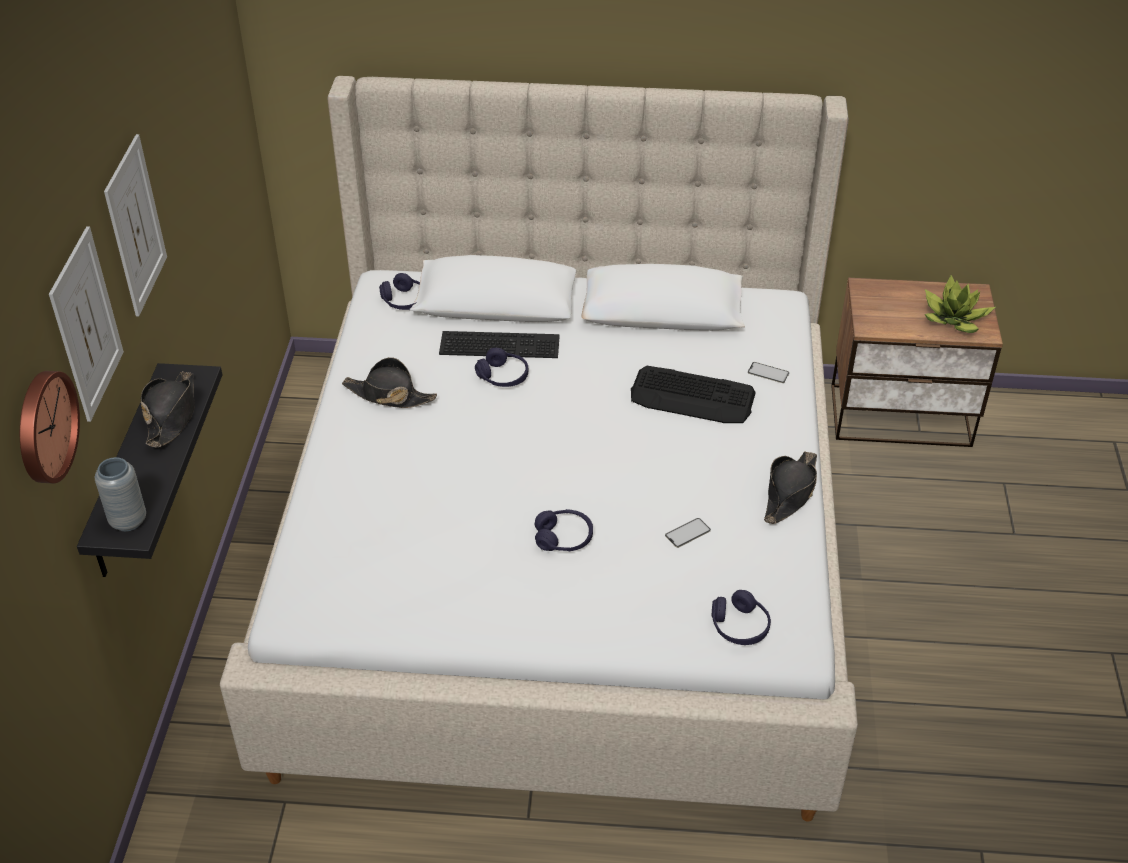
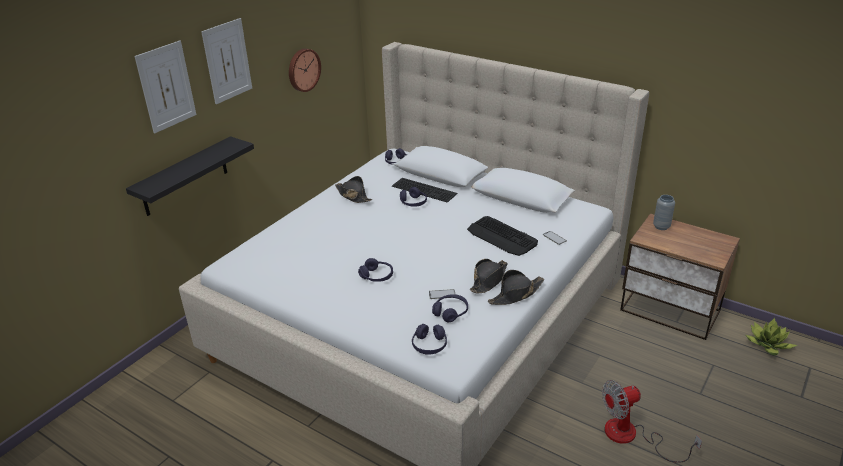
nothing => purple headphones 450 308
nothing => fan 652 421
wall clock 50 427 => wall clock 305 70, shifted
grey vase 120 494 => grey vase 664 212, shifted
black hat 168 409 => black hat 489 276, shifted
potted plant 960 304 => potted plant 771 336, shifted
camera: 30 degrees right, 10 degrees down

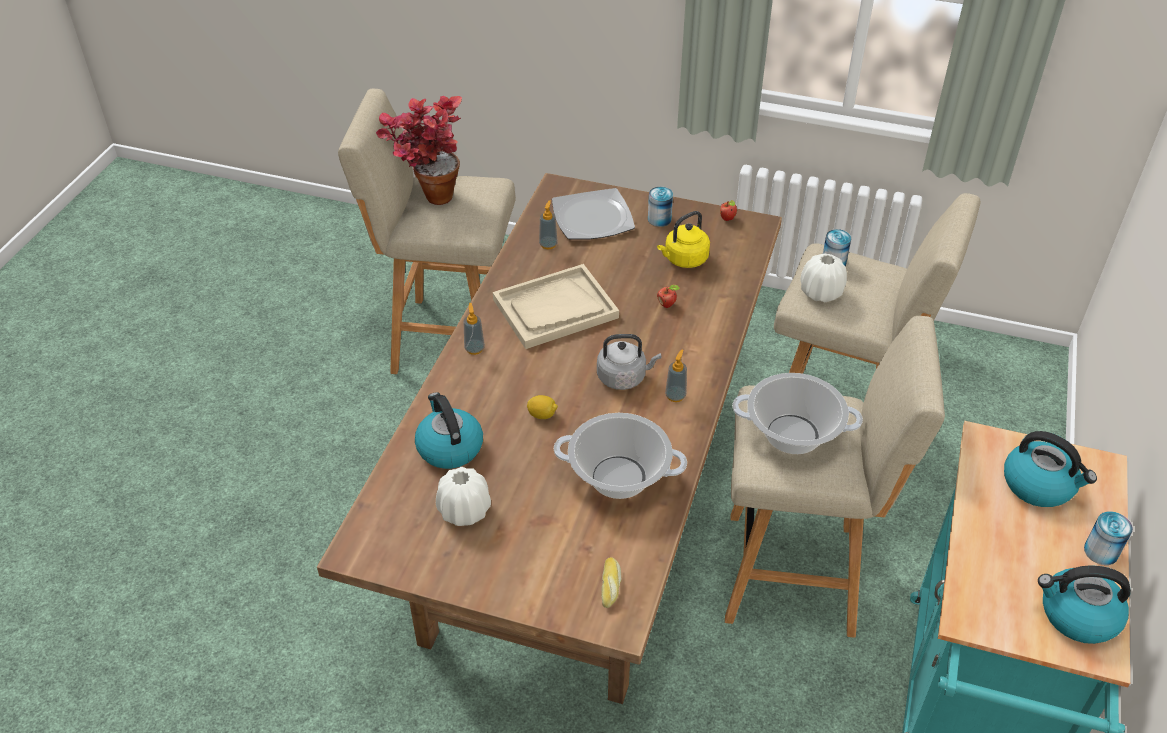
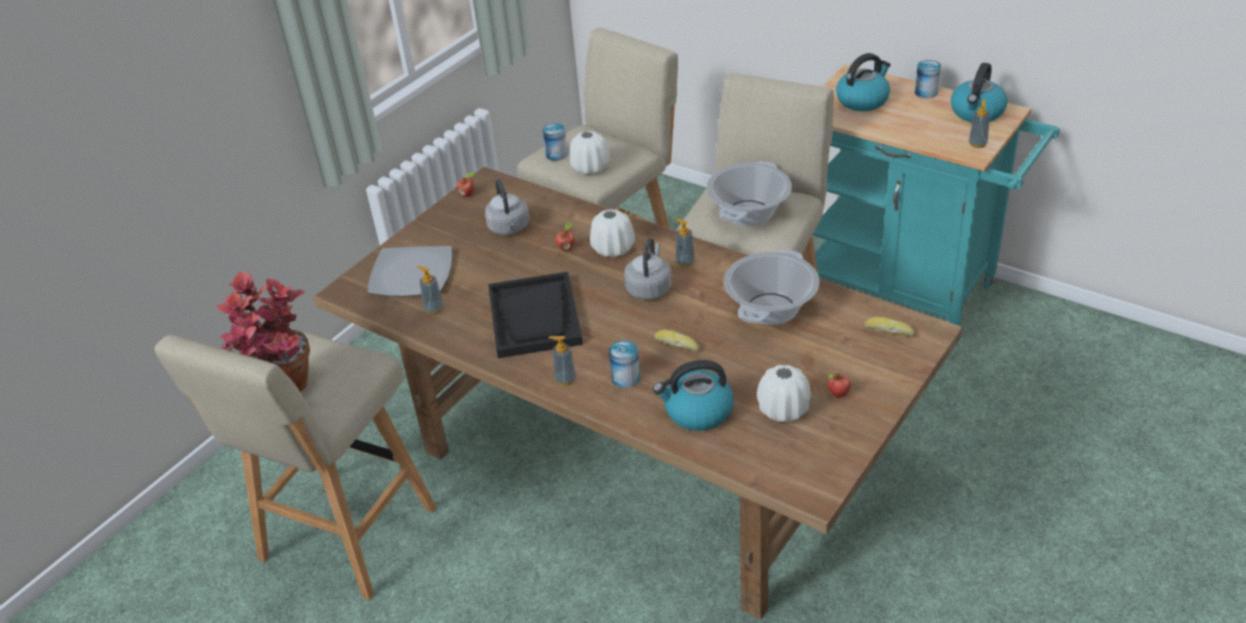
nothing => white vase 612 233
nothing => apple 839 385
nothing => soap dispenser 979 124
can 660 207 => can 624 364, shifted
lemon 542 407 => bread 677 341
beige tray 556 306 => black tray 535 315
yellow kettle 683 239 => grey kettle 507 207
camera: 70 degrees left, 5 degrees down

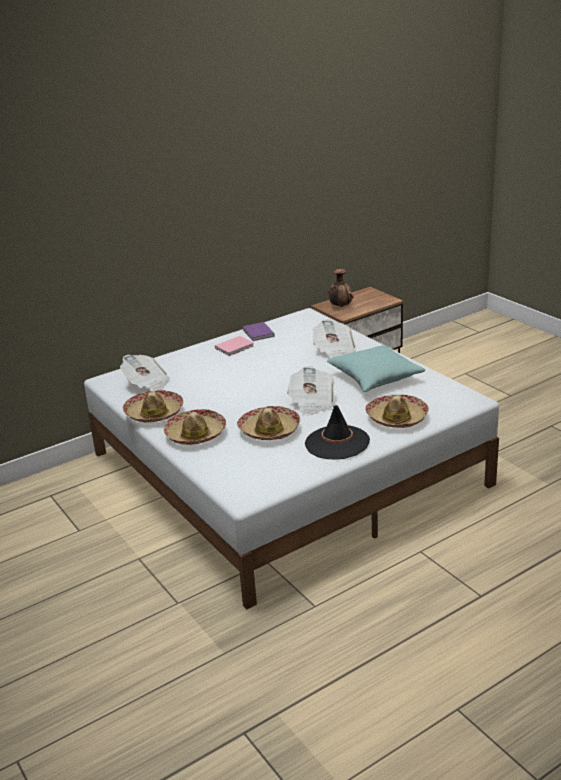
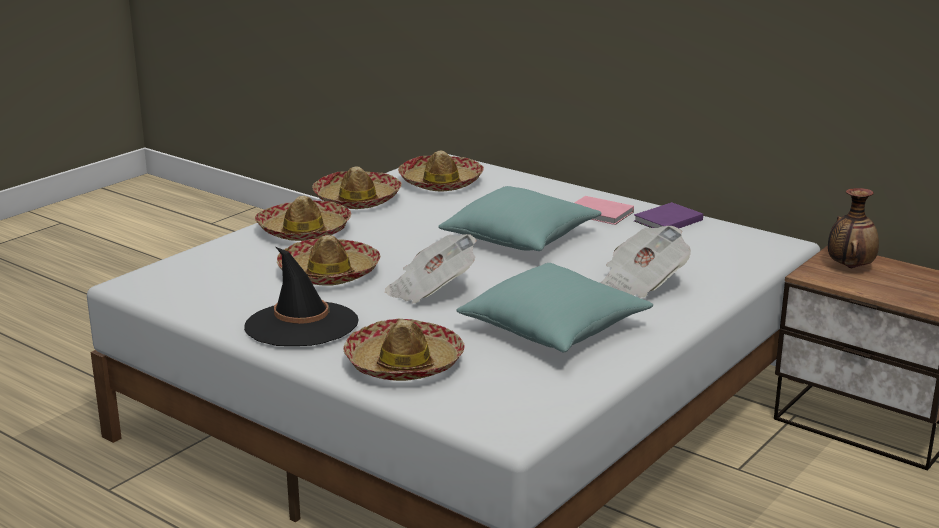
nothing => turquoise pillow 520 218
newspaper 145 373 => hat 441 171
camera: 70 degrees right, 5 degrees down

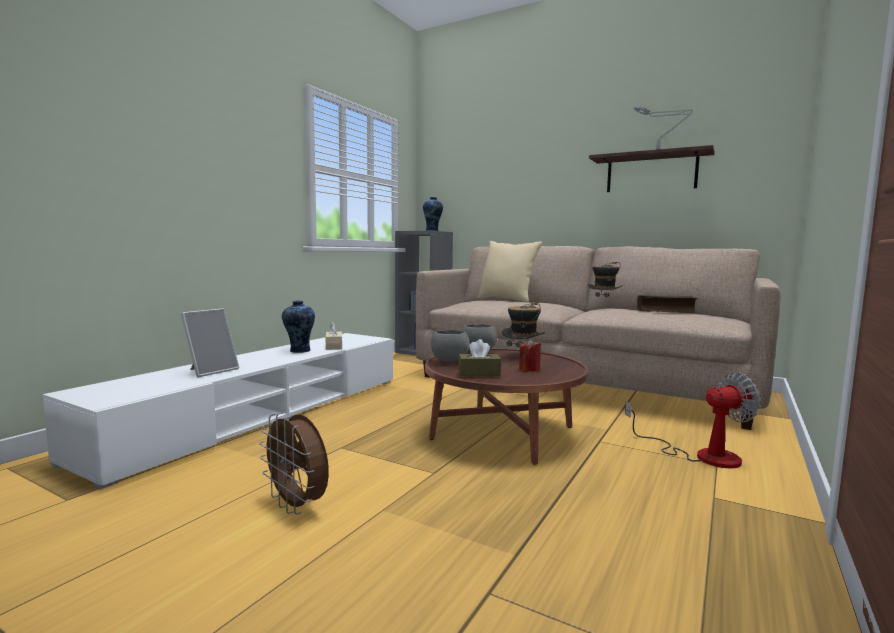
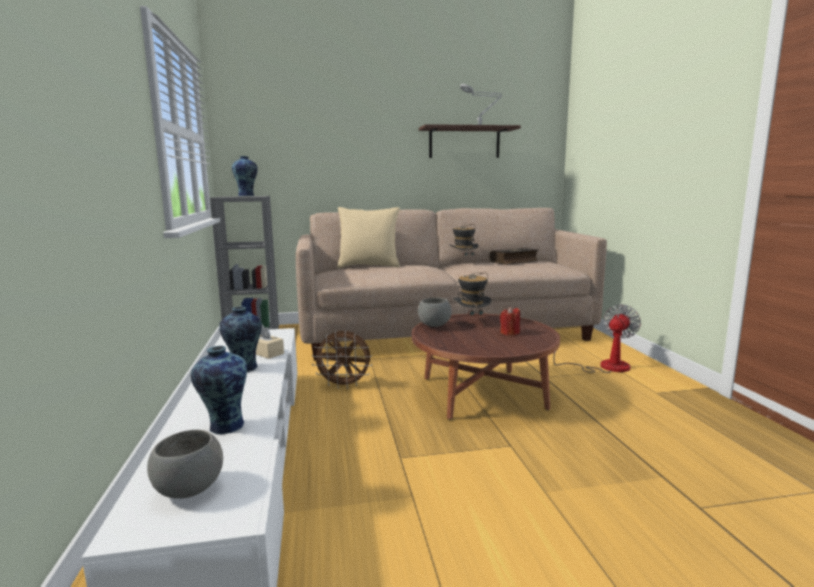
brown tissue box 479 357 => nothing
brown fan 294 463 => brown fan 342 360, shifted
grey bowl 450 346 => grey bowl 185 464, shifted
picture frame 210 342 => vase 219 390
camera: 40 degrees left, 5 degrees up

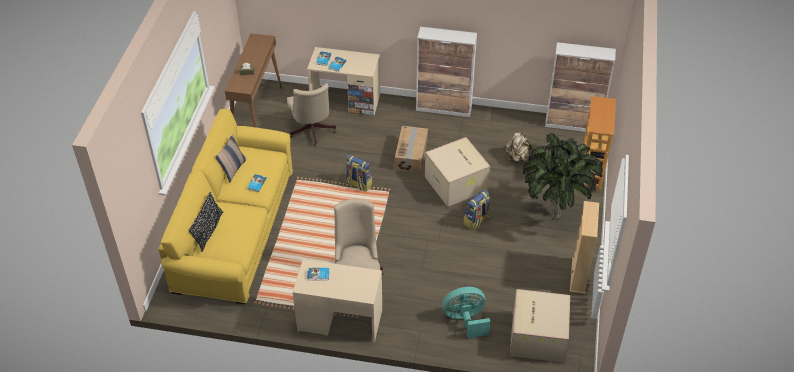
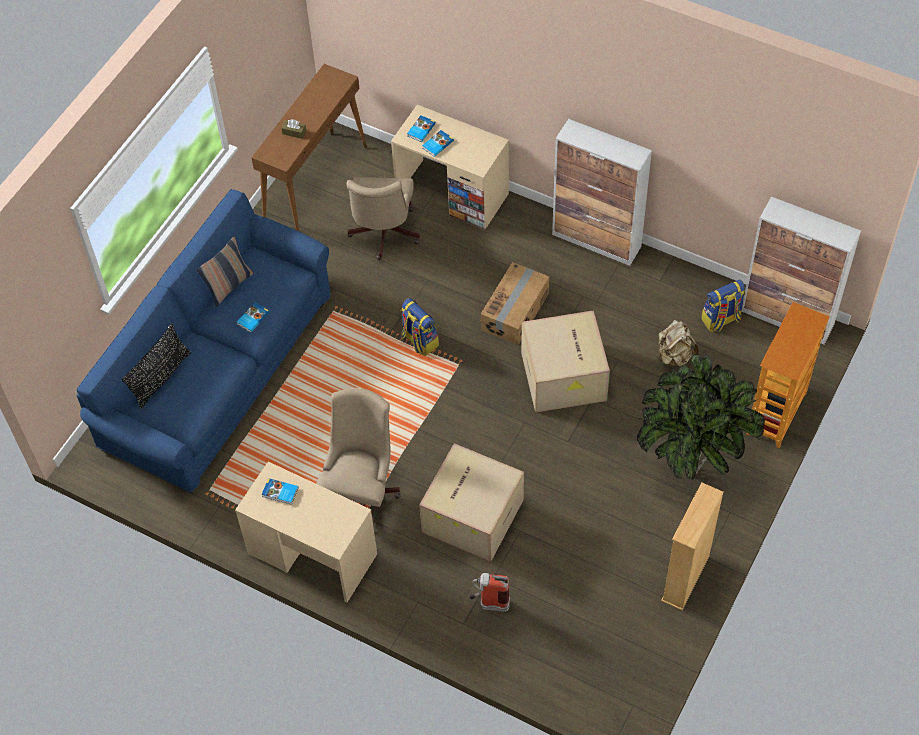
backpack 476 210 => backpack 723 305, shifted
cardboard box 540 326 => cardboard box 471 502, shifted
turquoise fan 466 312 => fire extinguisher 489 592
yellow sofa 225 206 => blue sofa 203 341
camera: 20 degrees right, 10 degrees up

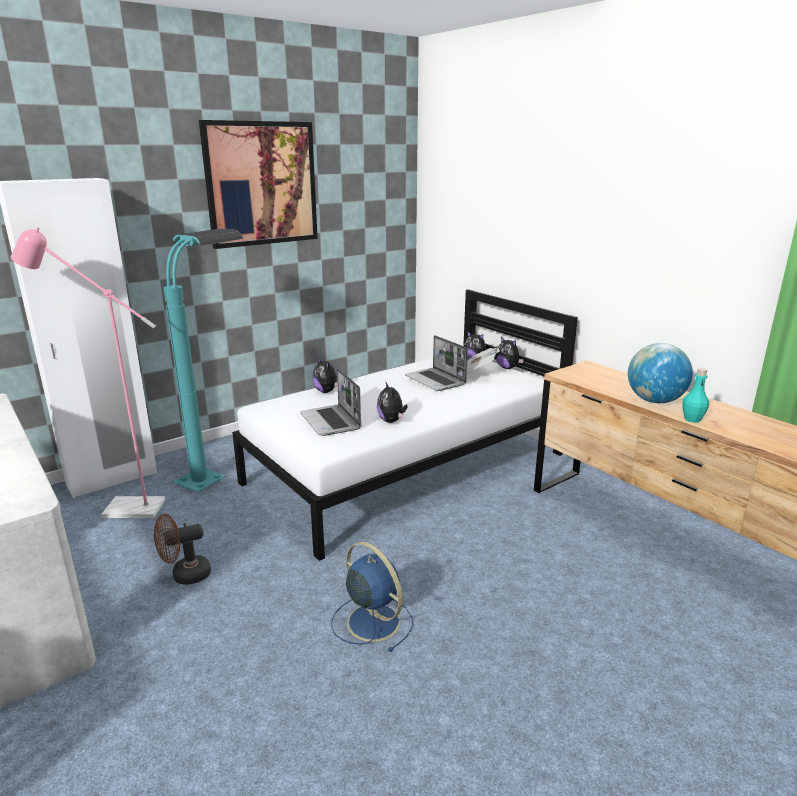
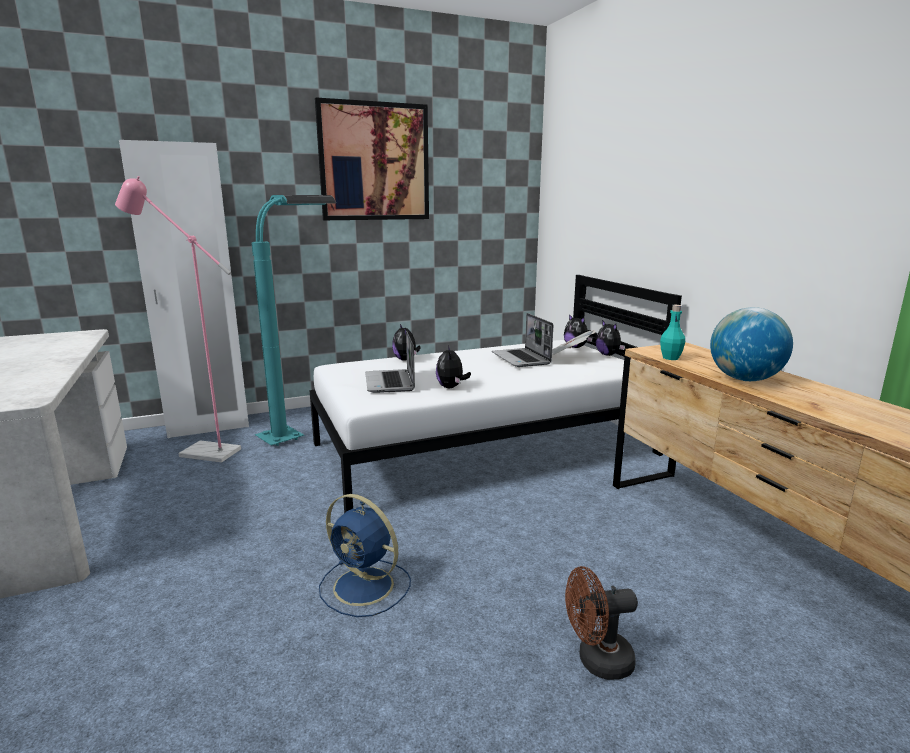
brown fan 182 549 => brown fan 601 623, shifted
turquoise bottle 695 395 => turquoise bottle 672 332, shifted
blue fan 372 597 => blue fan 365 555, 150 degrees clockwise
camera: 15 degrees right, 5 degrees down

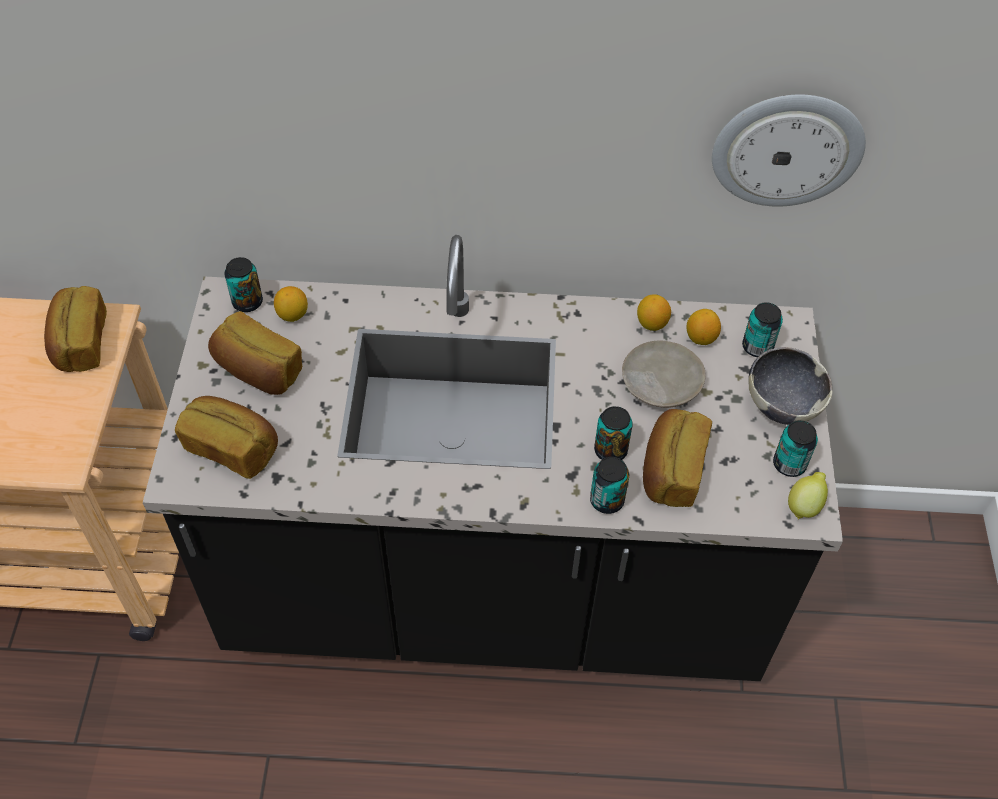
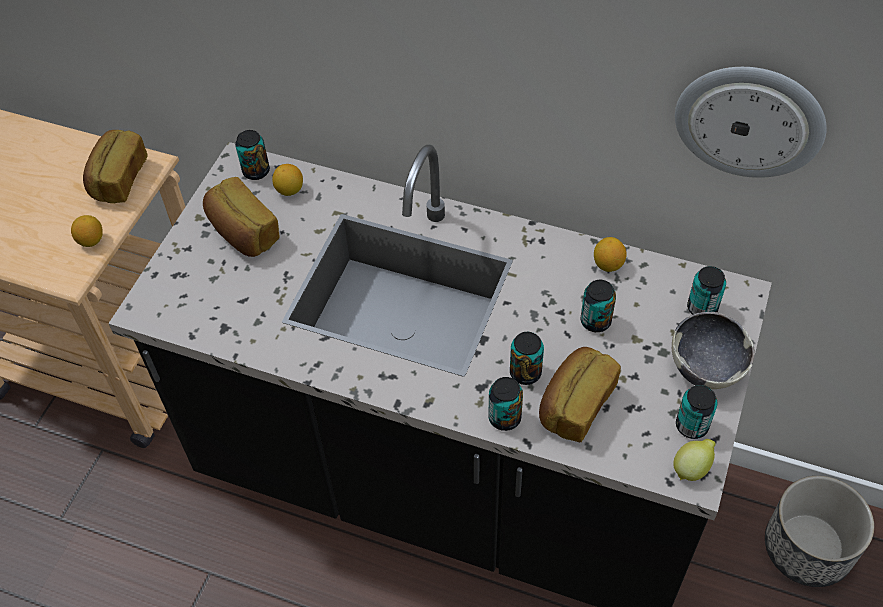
bread 226 437 => nothing
nothing => planter 819 531
lemon 703 327 => lemon 87 231, shifted
beige plate 664 374 => can 598 306
camera: 20 degrees right, 0 degrees up

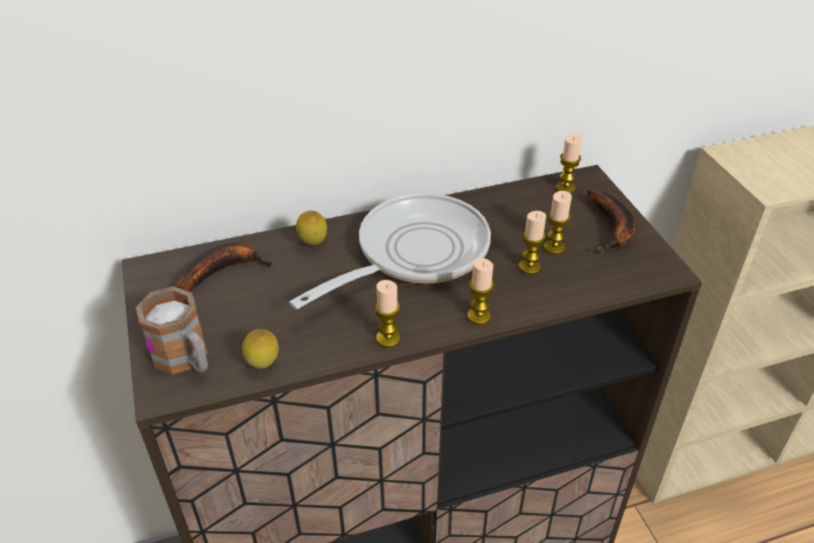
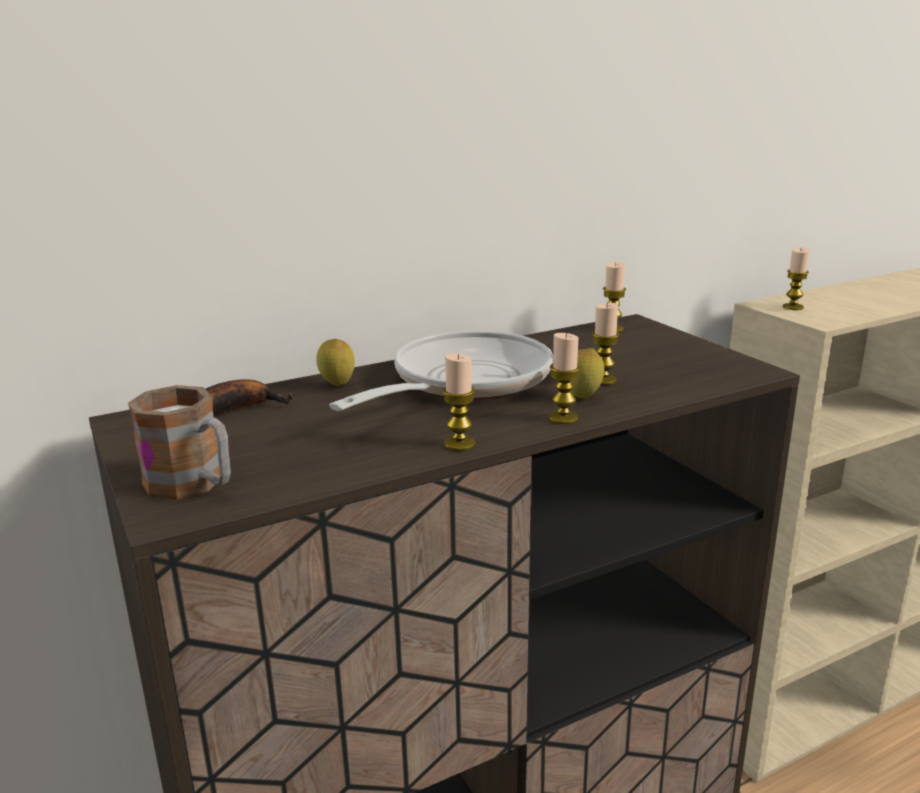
banana 611 221 => nothing
lemon 260 349 => lemon 587 373, shifted
candle 558 222 => candle 796 278, shifted
camera: 10 degrees left, 20 degrees down

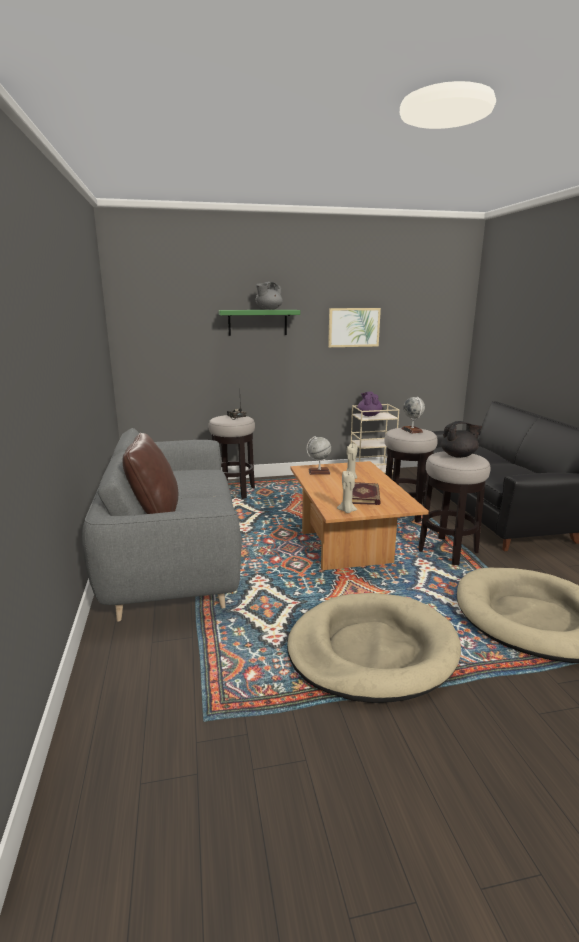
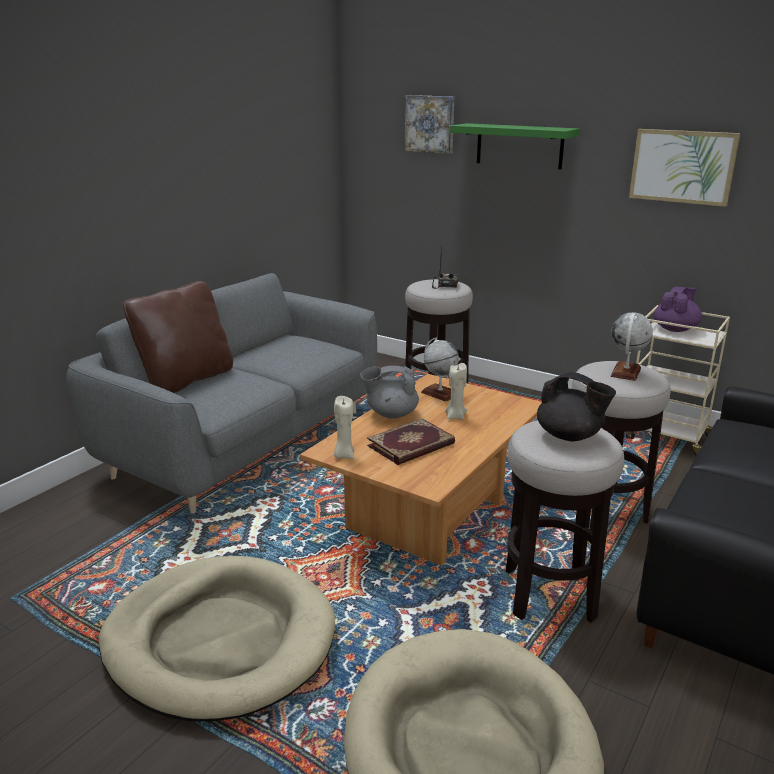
nothing => picture 429 124
grey teapot 269 296 => grey teapot 390 392, shifted
camera: 45 degrees right, 5 degrees up

